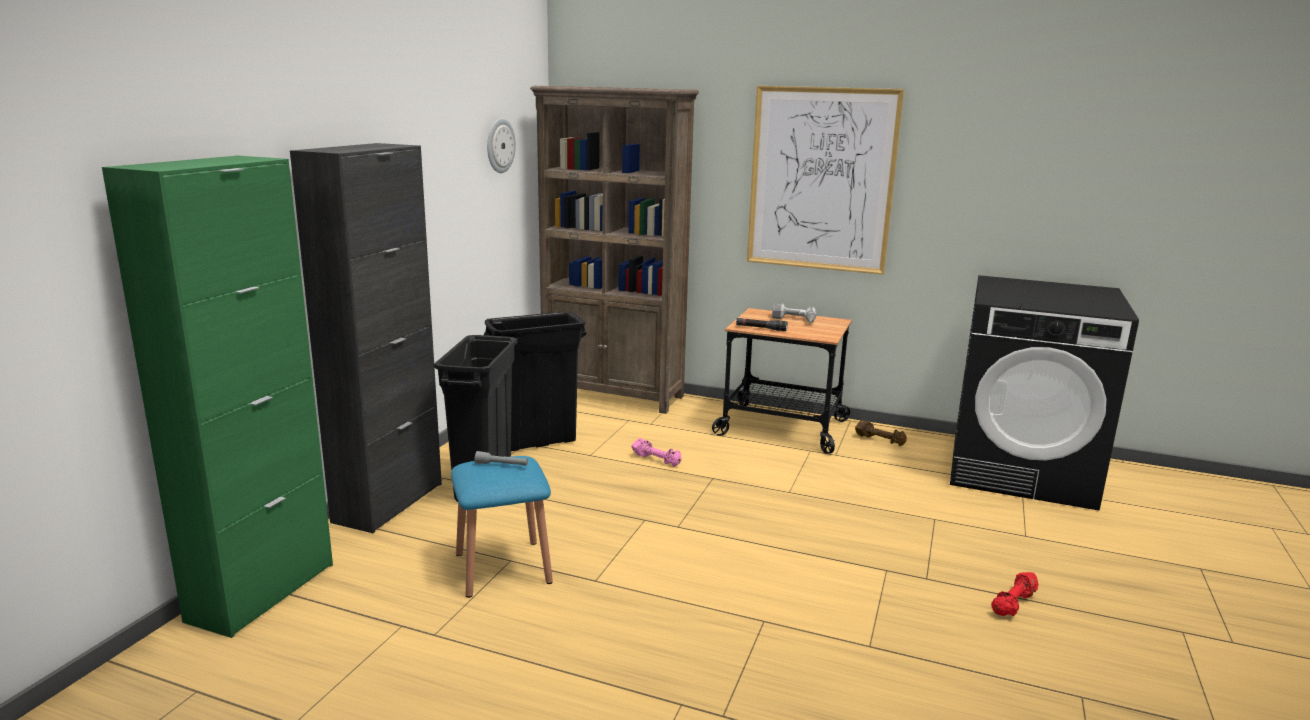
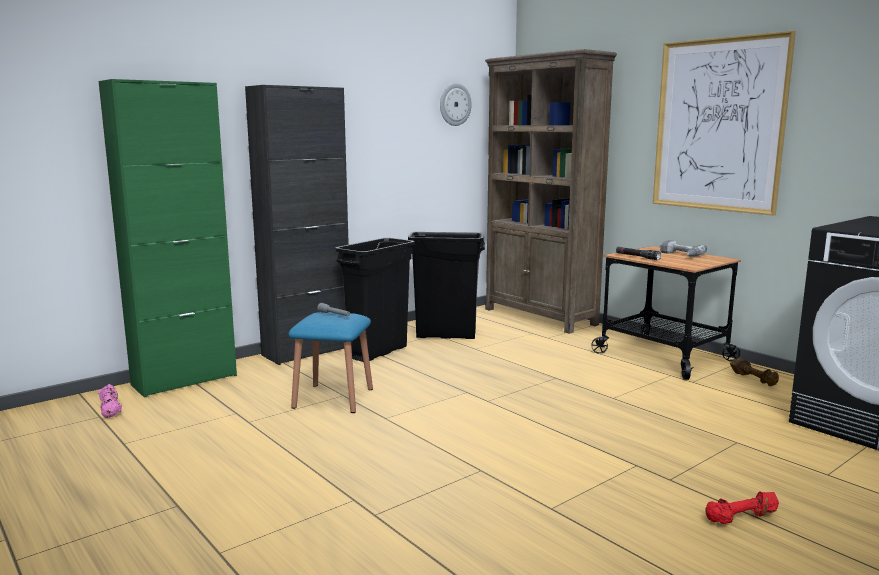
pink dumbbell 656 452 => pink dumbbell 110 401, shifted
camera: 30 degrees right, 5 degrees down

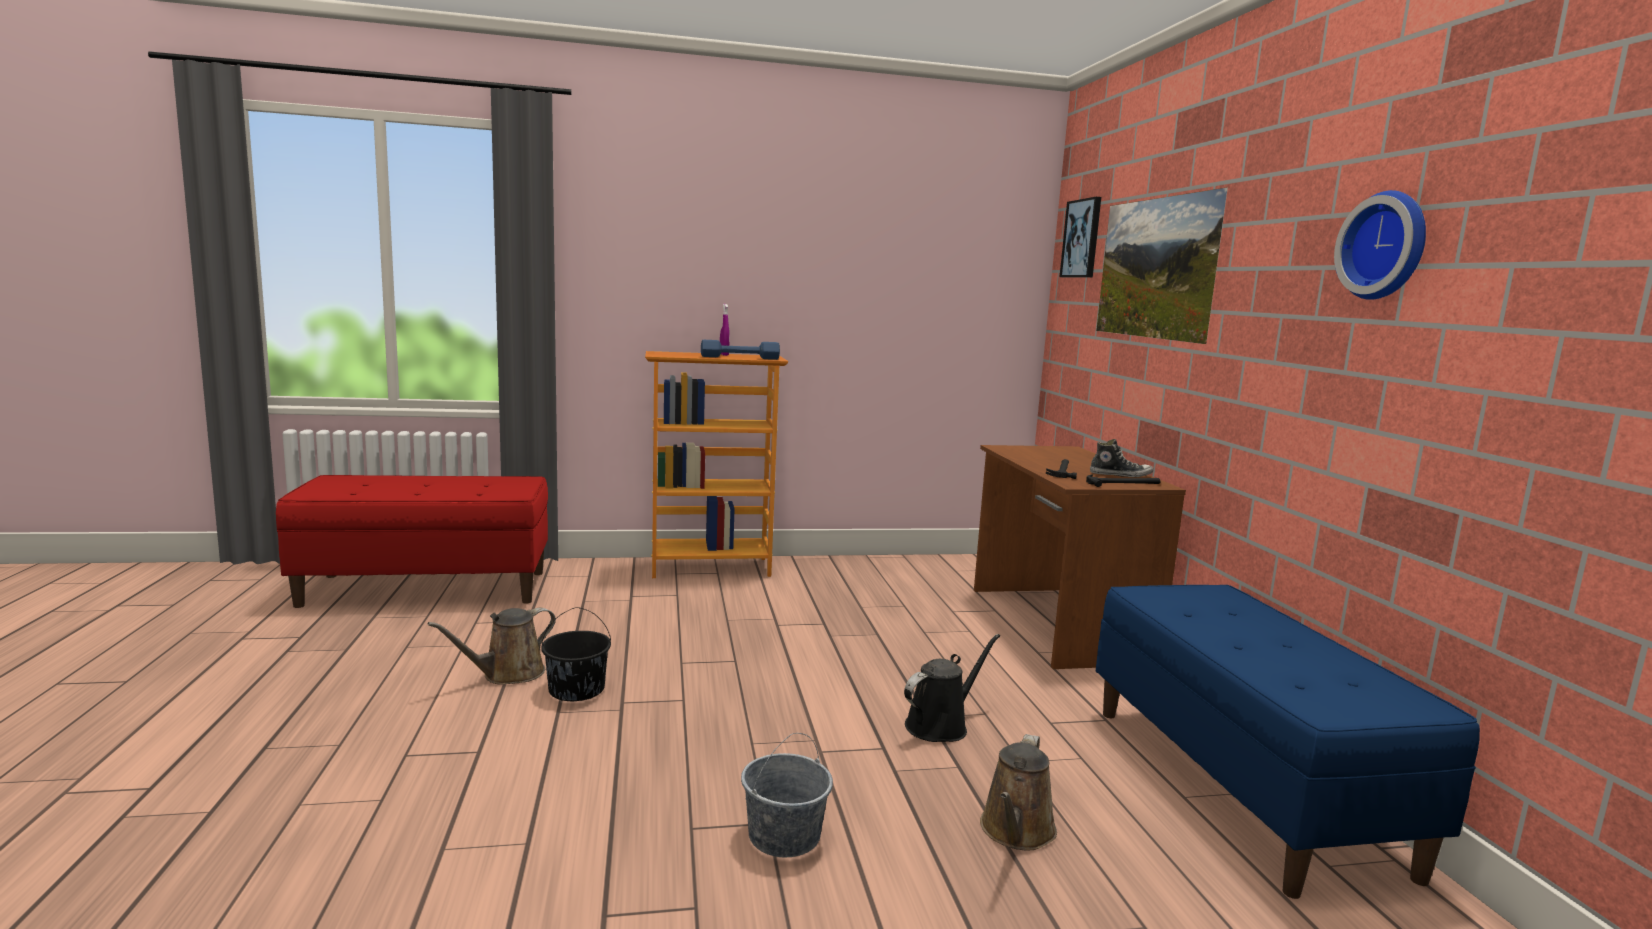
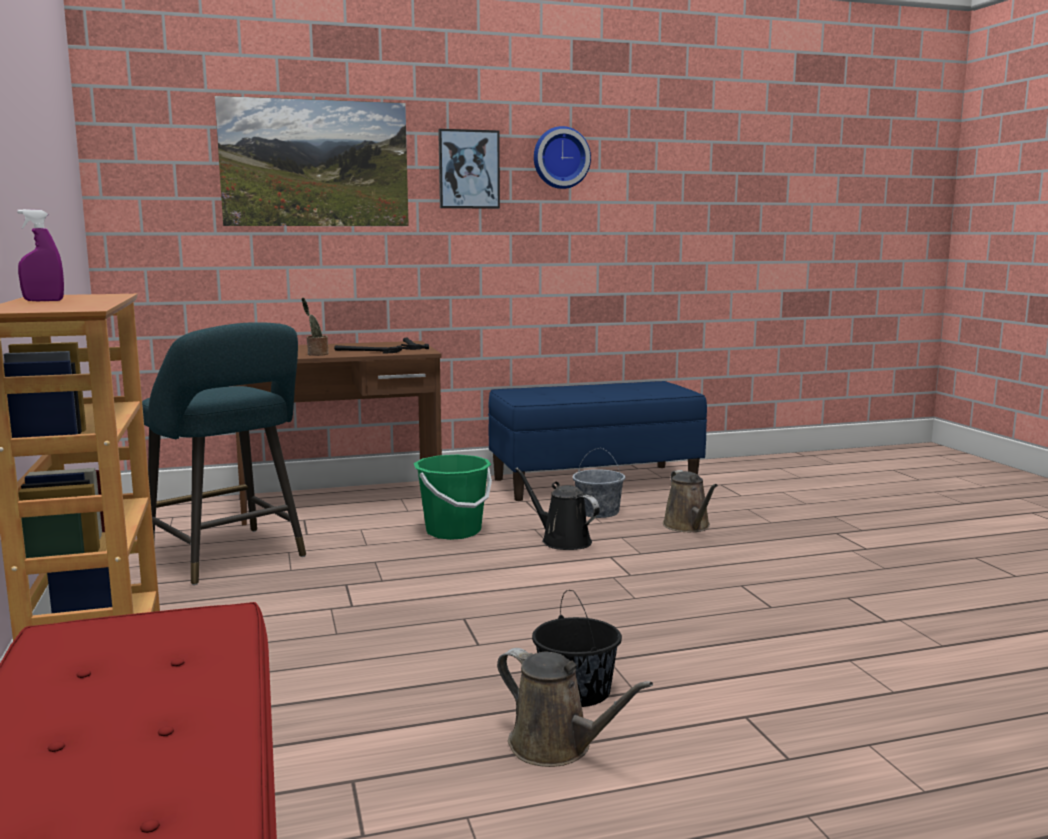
blue dumbbell 740 350 => nothing
shoe 1121 458 => nothing
nothing => turquoise stool 224 453
nothing => potted plant 315 326
nothing => green bucket 453 497
grey bucket 787 795 => grey bucket 598 483, shifted
picture 1080 237 => picture 469 169, shifted
brown watering can 1018 792 => brown watering can 690 501, 60 degrees clockwise
camera: 95 degrees left, 0 degrees up

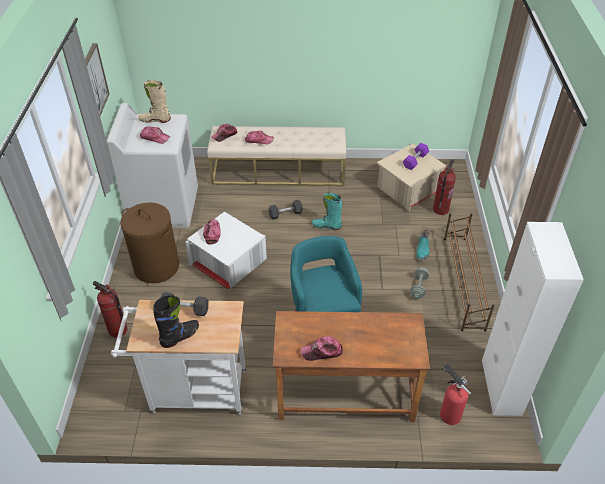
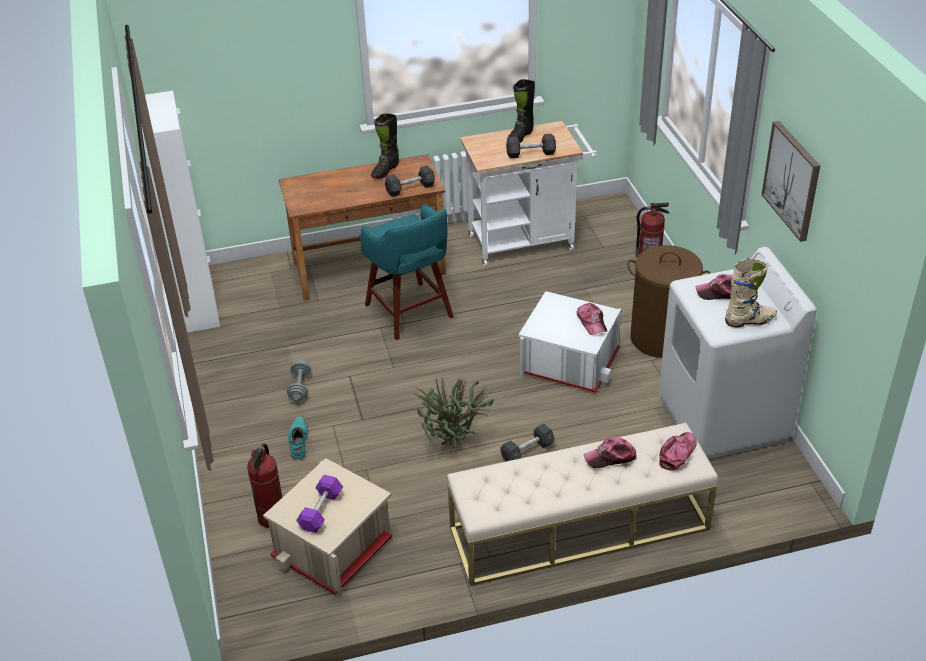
fire extinguisher 455 394 => nothing
brown shoe rack 469 272 => nothing
nothing => grey dumbbell 410 181
cap 322 348 => black boot 385 146
turquoise boot 327 211 => potted plant 452 411
camera: 165 degrees right, 5 degrees down

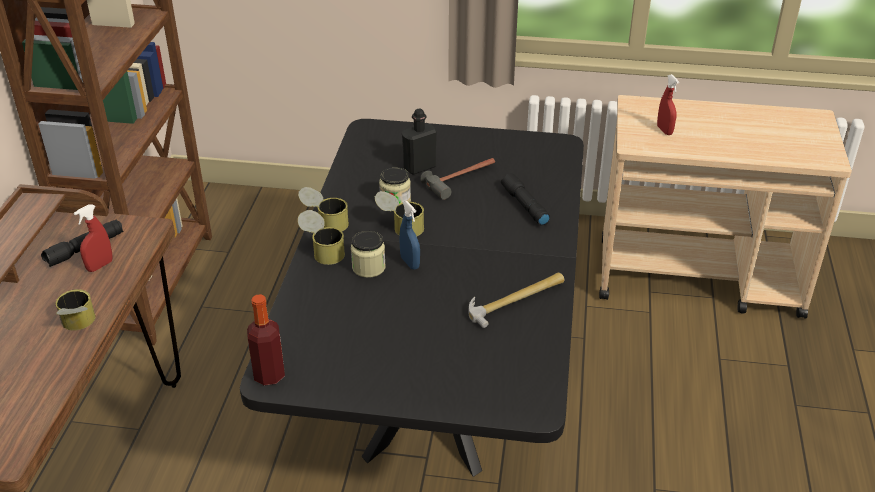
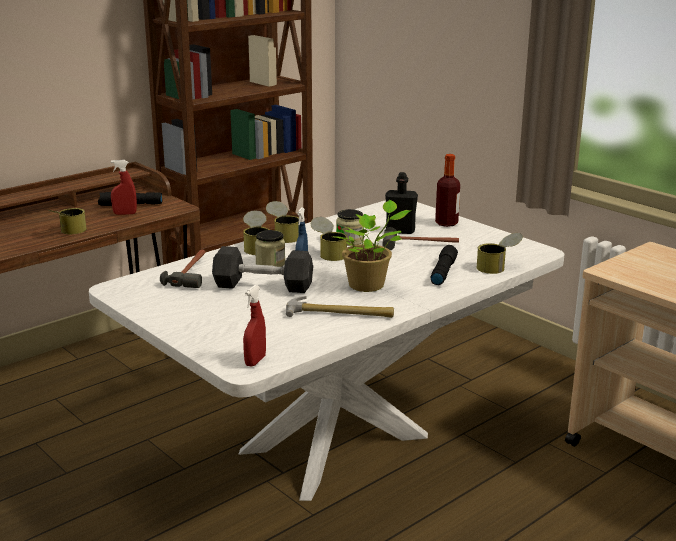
nothing => hammer 183 269
nothing => grey dumbbell 262 269
nothing => potted plant 371 246
nothing => can 499 253
bottle 266 340 => bottle 447 190, shifted
red spray bottle 668 104 => red spray bottle 254 326, shifted
black dining table 412 298 => white dining table 327 350
camera: 40 degrees right, 15 degrees down

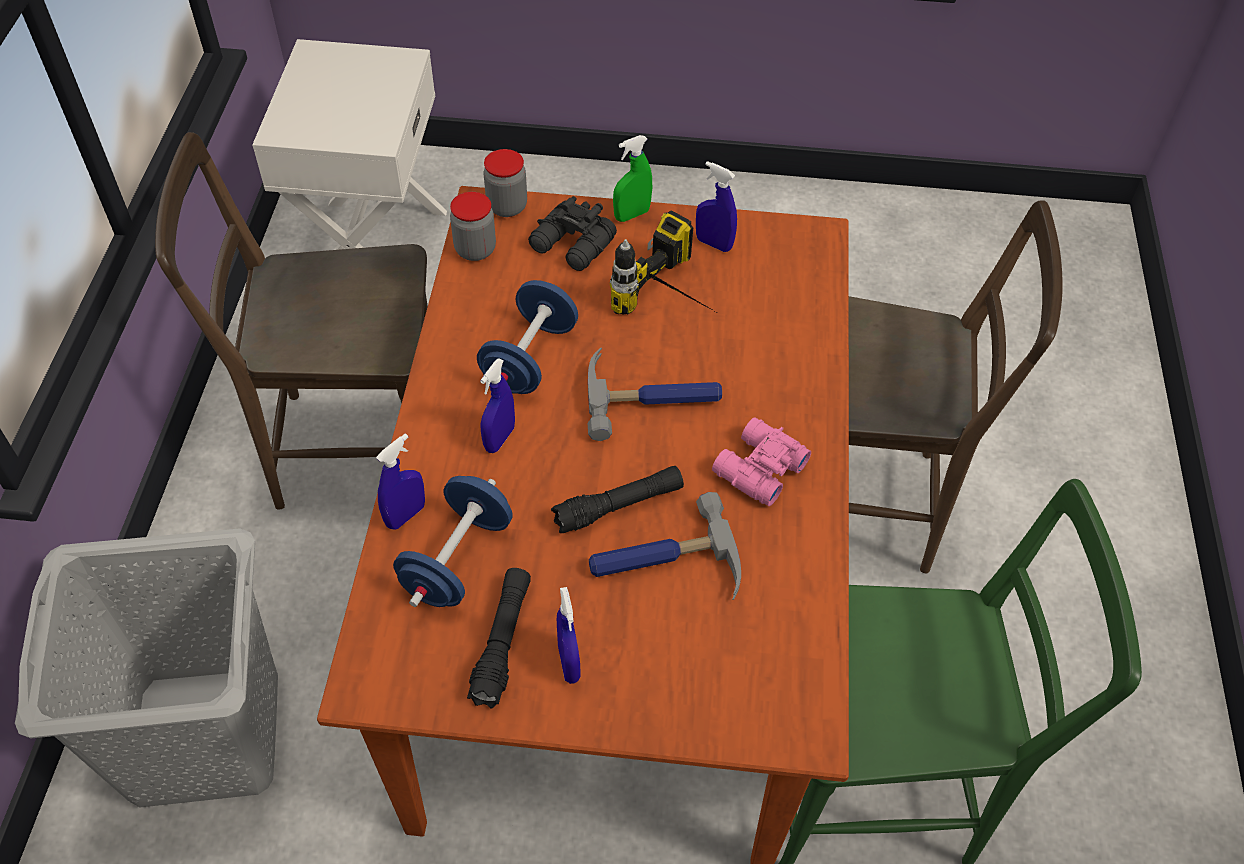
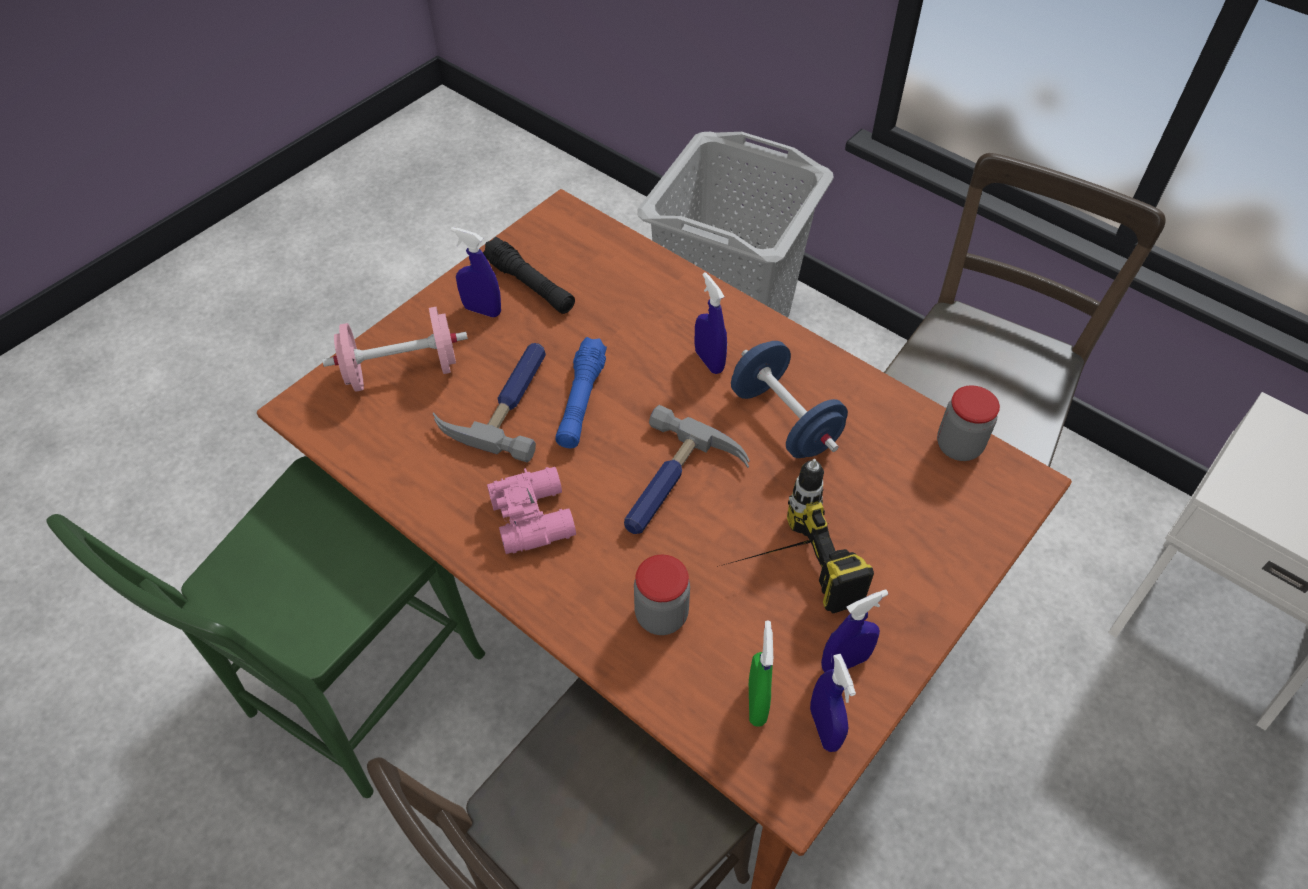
blue dumbbell 453 541 => nothing
black binoculars 572 233 => nothing
nothing => pink dumbbell 395 349
blue spray bottle 400 481 => blue spray bottle 833 703, shifted
jar 505 183 => jar 662 595, shifted
green spray bottle 632 178 => green spray bottle 761 674, shifted
black flashlight 617 499 => blue flashlight 581 392
camera: 125 degrees right, 0 degrees up

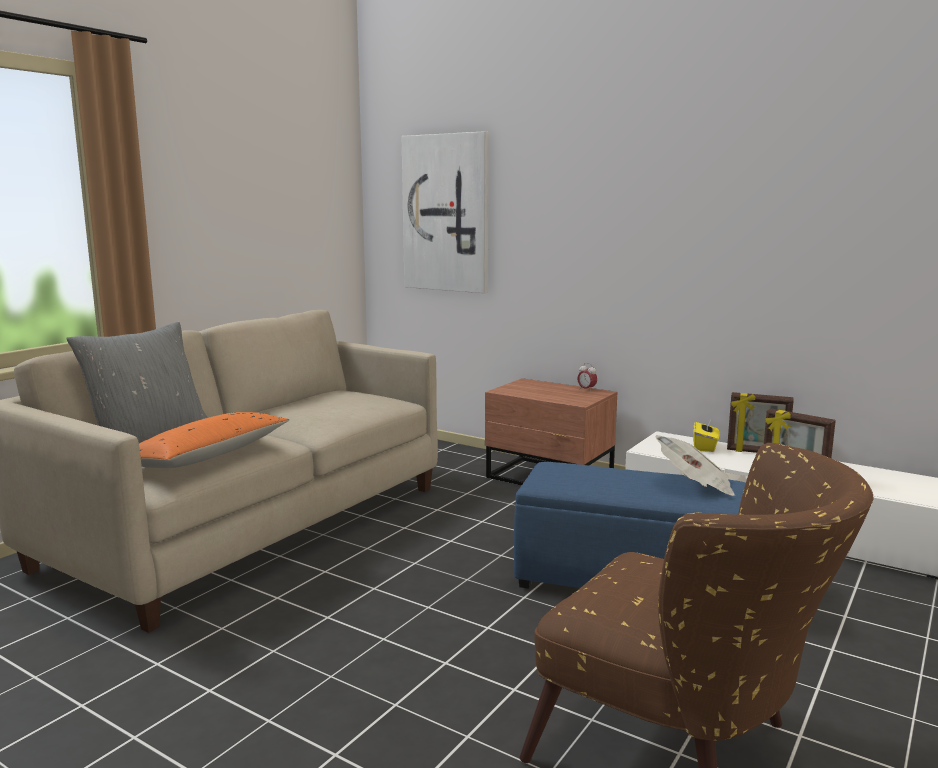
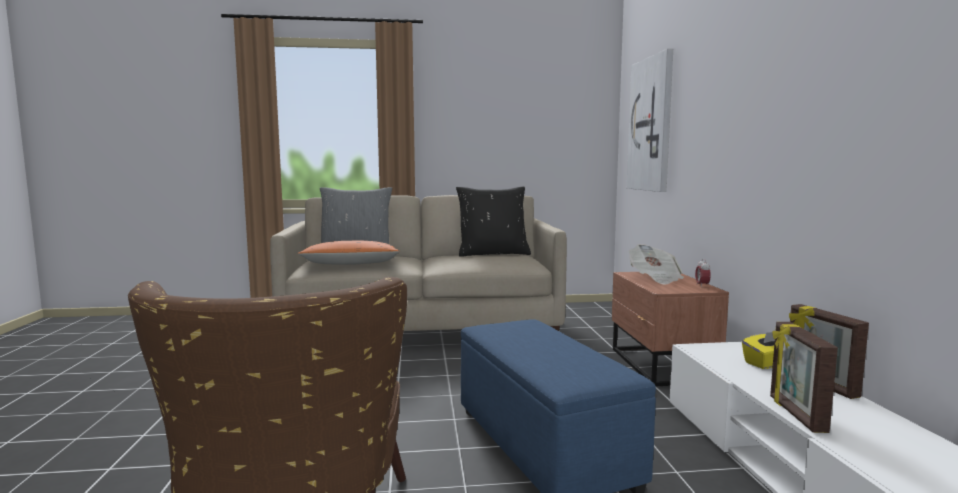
nothing => black pillow 493 222
newspaper 695 465 => newspaper 656 264, shifted
camera: 50 degrees right, 5 degrees down

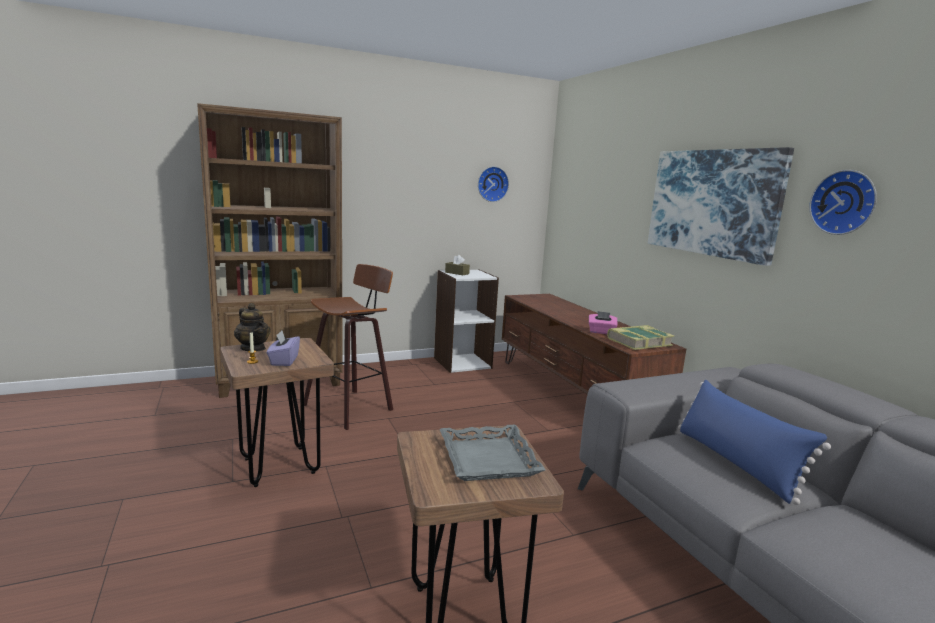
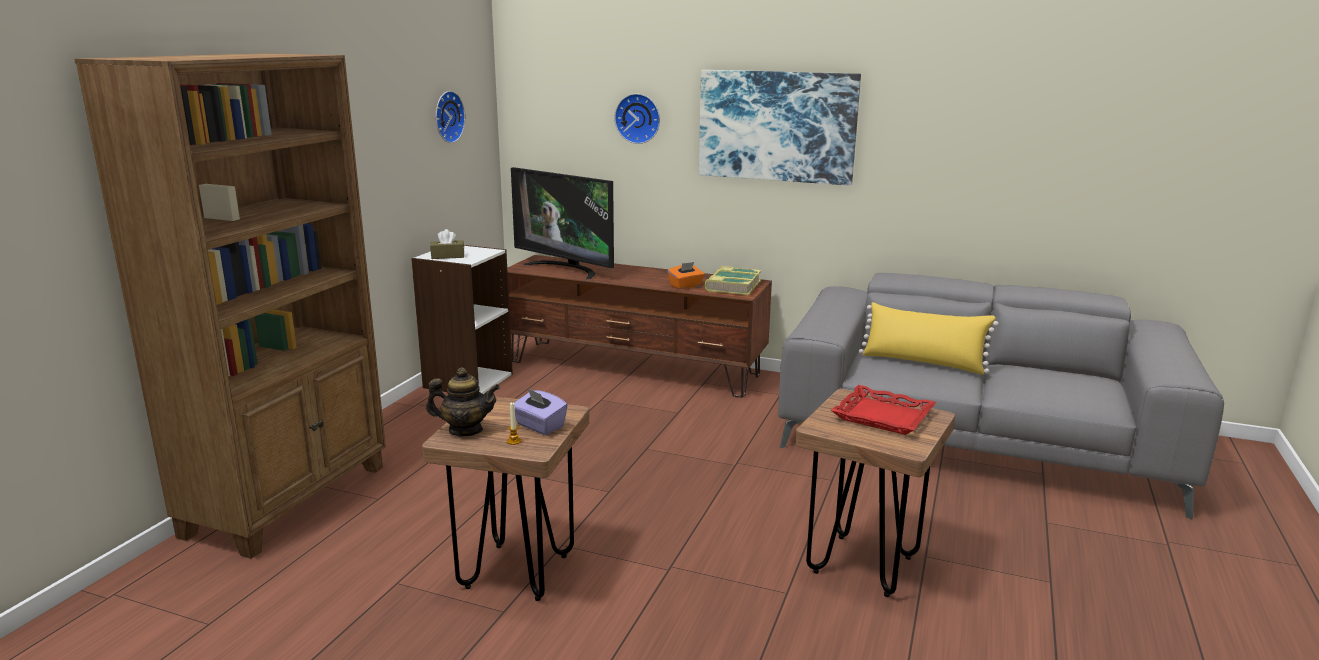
stool 348 347 => nothing
nothing => television 562 223
wall clock 843 202 => wall clock 637 119, shifted
grey tray 493 453 => red tray 883 410
pink tissue box 603 322 => orange tissue box 686 275
blue pillow 754 442 => yellow pillow 929 338
camera: 45 degrees left, 5 degrees up

